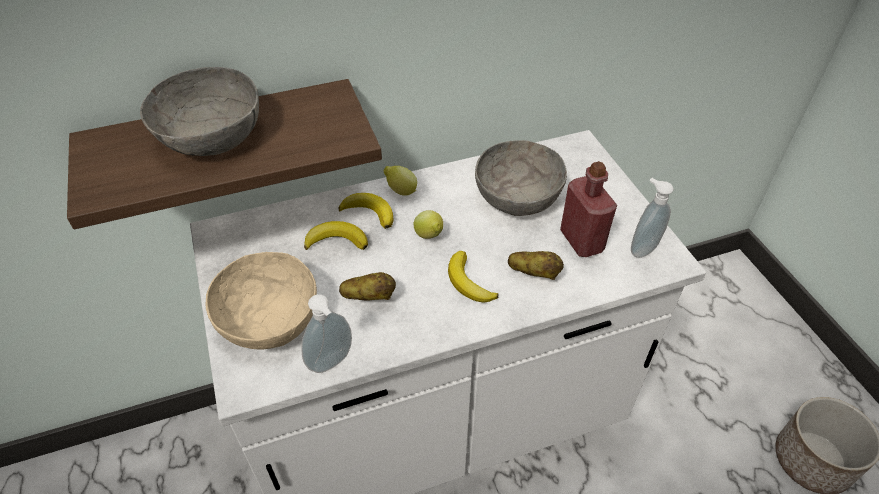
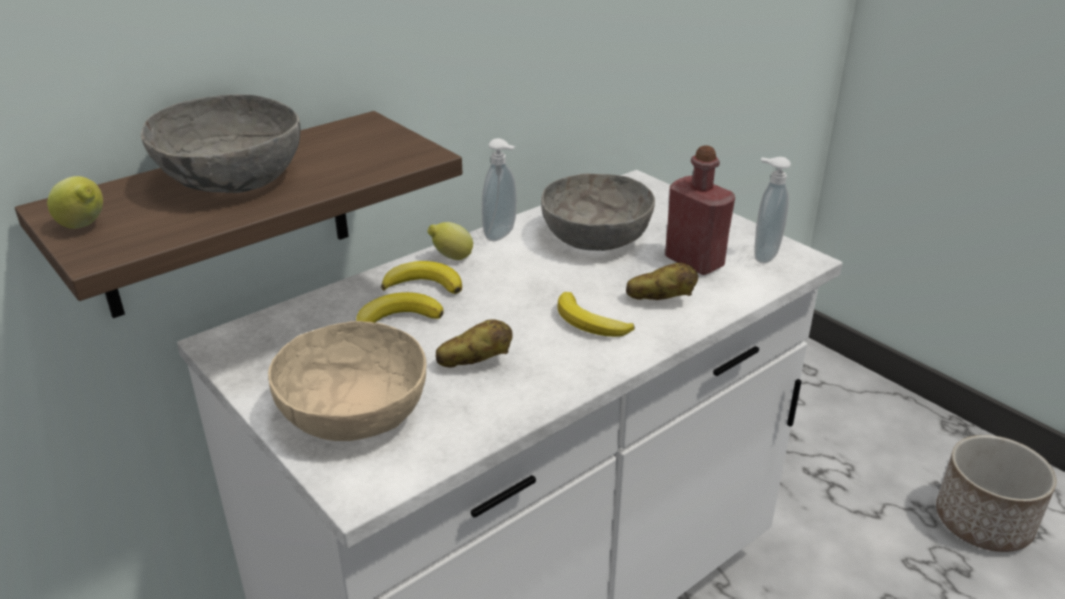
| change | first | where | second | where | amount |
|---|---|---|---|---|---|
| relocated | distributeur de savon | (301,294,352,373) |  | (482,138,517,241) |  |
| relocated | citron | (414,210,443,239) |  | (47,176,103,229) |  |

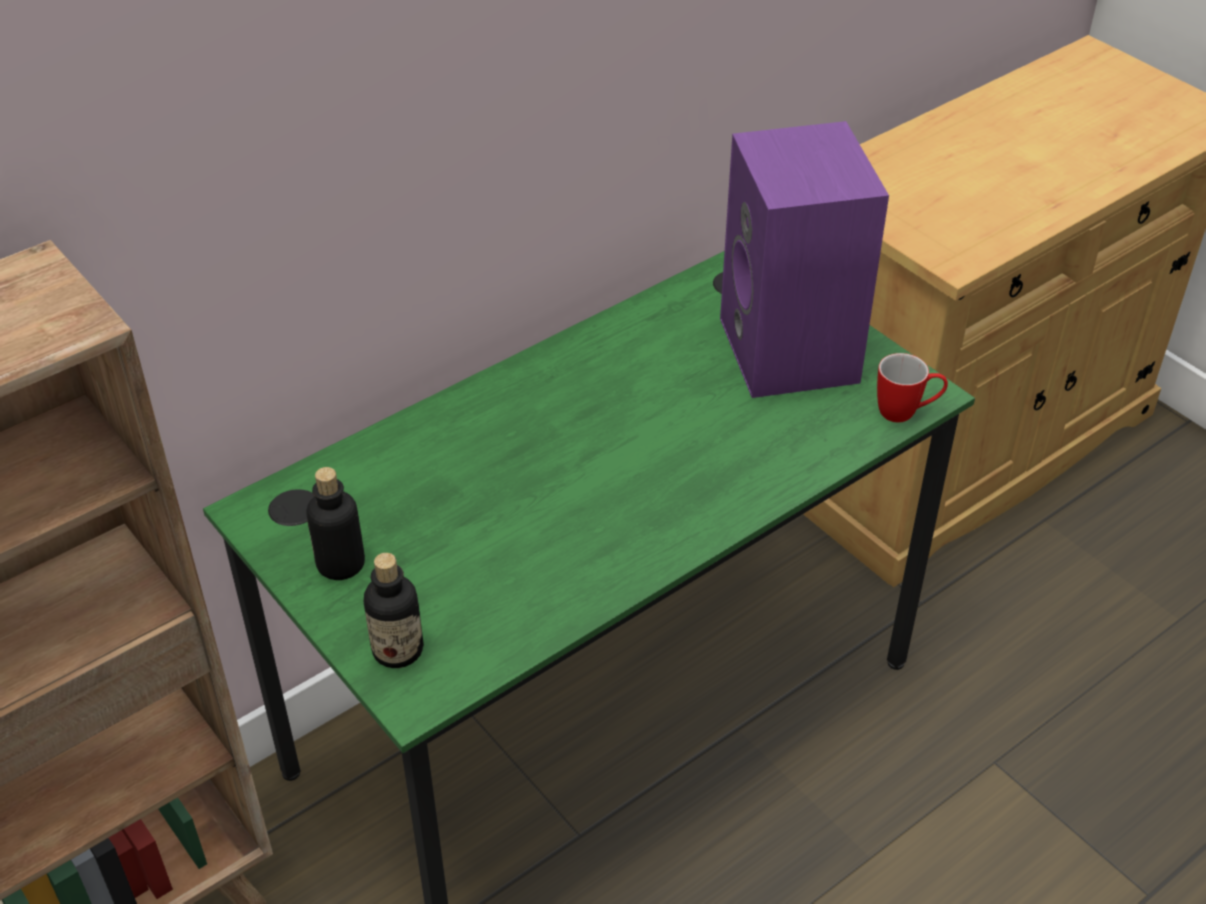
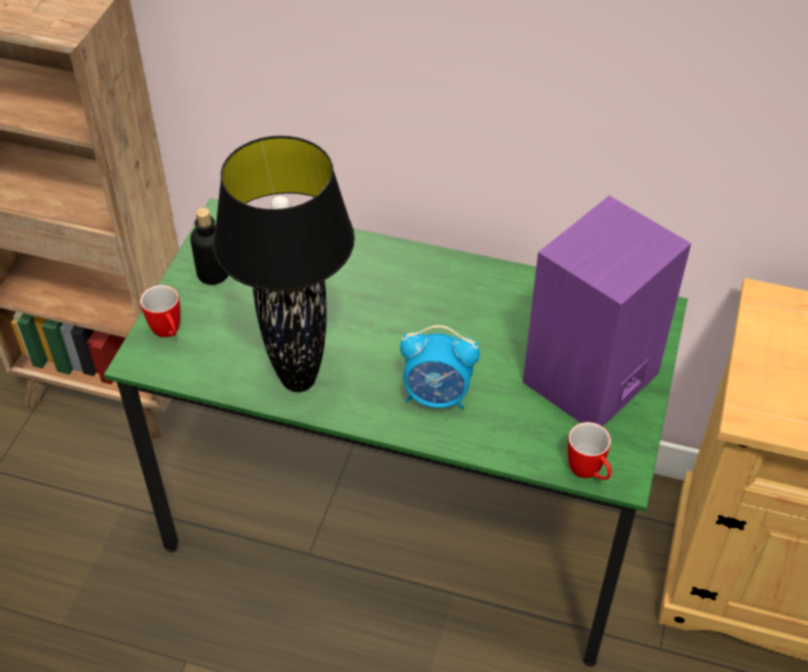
| change | first | where | second | where | amount |
|---|---|---|---|---|---|
| exchanged | bouteille | (363,553,424,668) | mug | (140,285,180,337) |  |
| appeared |  |  | lampe de table (noir) | (213,136,355,392) |  |
| appeared |  |  | réveil | (400,325,480,409) |  |

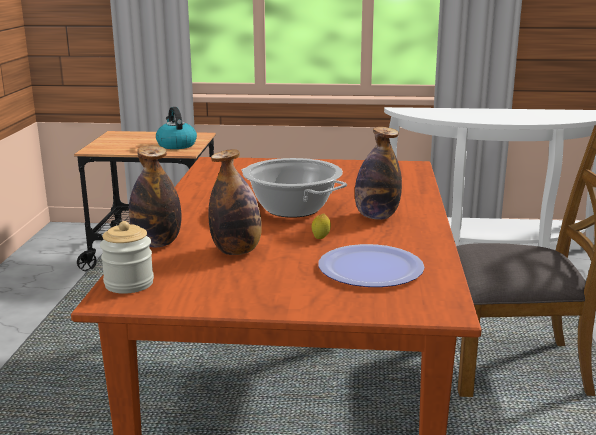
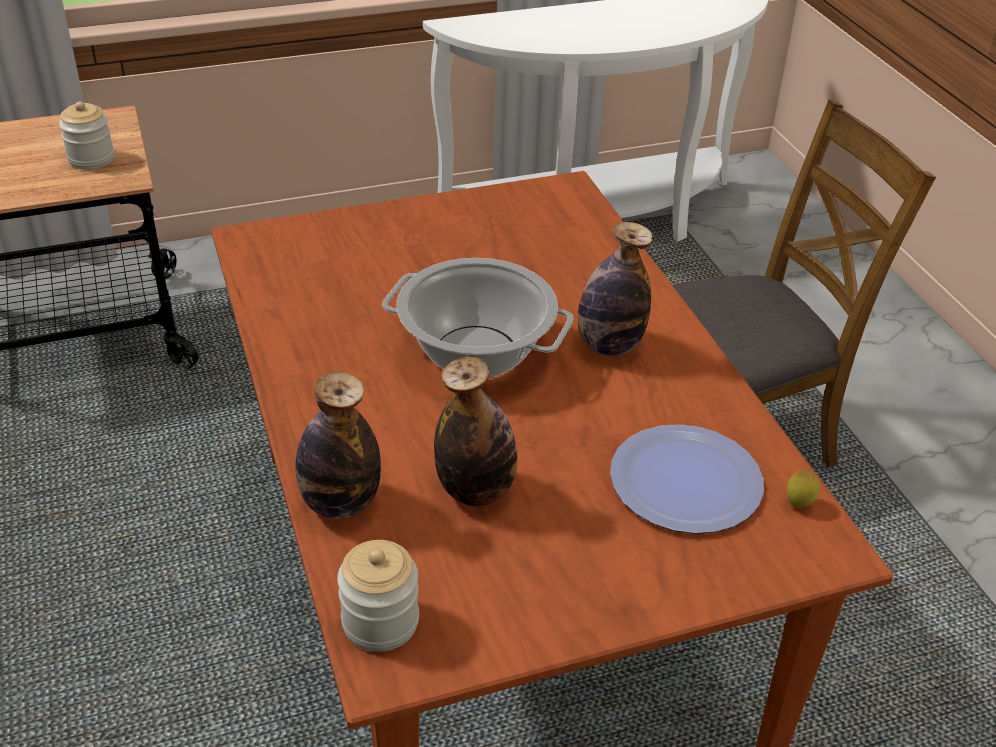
| change | first | where | second | where | amount |
|---|---|---|---|---|---|
| exchanged | bouilloire | (156,107,197,149) | bocal | (59,102,114,170) |  |
| relocated | citron | (312,214,331,239) |  | (787,470,820,508) |  |

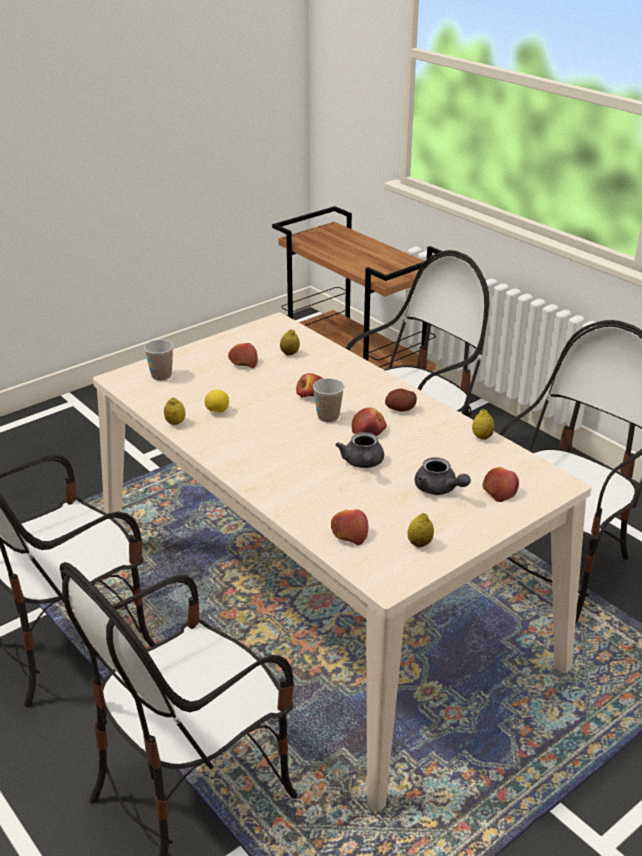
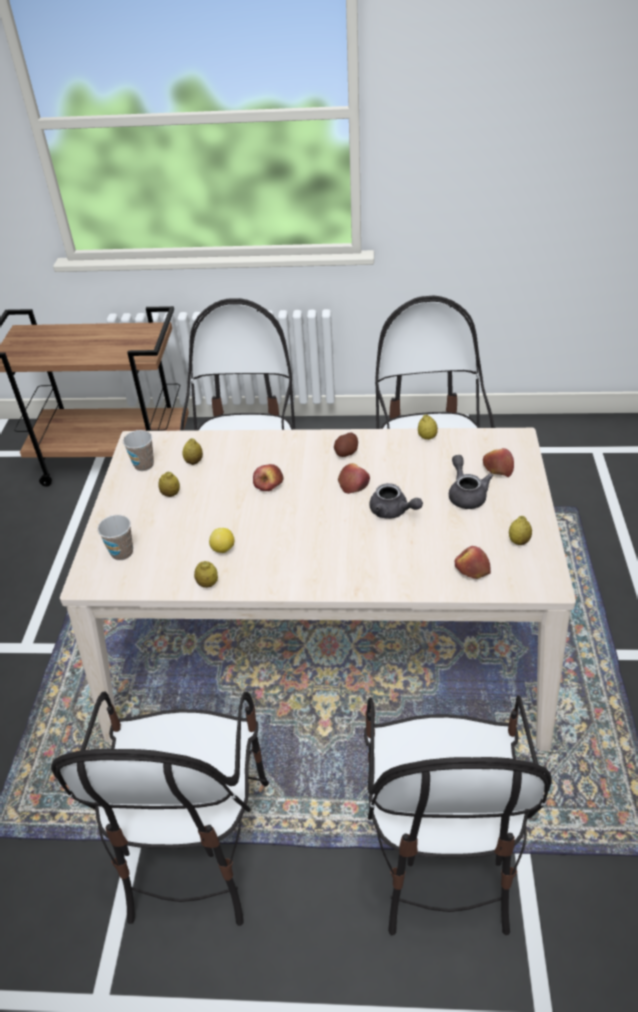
| change | first | where | second | where | amount |
|---|---|---|---|---|---|
| exchanged | pomme | (228,343,258,369) | citron | (158,472,180,497) |  |
| relocated | tasse | (313,378,345,423) |  | (123,430,154,471) |  |
| spun | théière (gris) | (415,457,471,495) |  | (449,455,493,509) | 105 degrees counterclockwise |

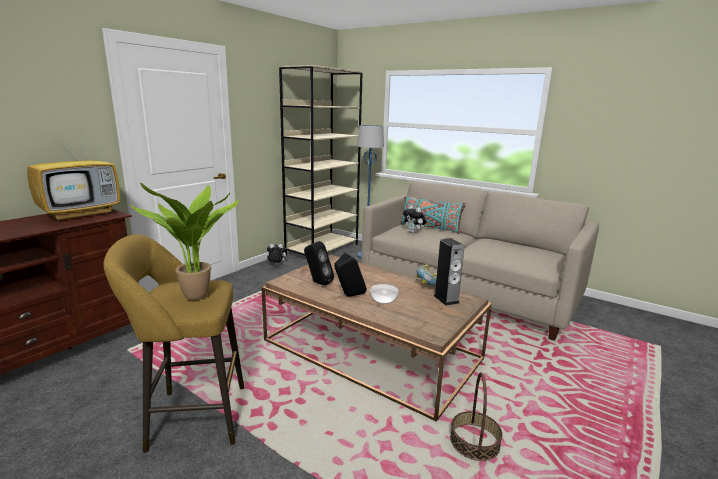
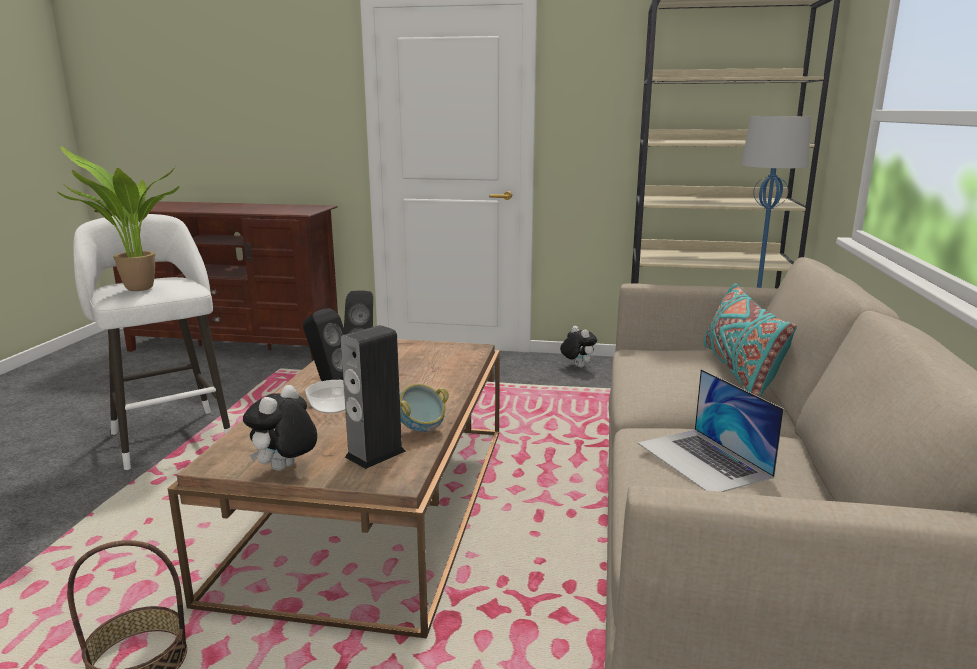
| change | first | where | second | where | amount |
|---|---|---|---|---|---|
| missing | téléviseur | (27,131,120,222) |  |  |  |
| colour | tabouret (jaune) | (103,234,244,453) | tabouret (blanc) | (73,214,231,470) |  |
| relocated | peluche | (403,205,427,233) |  | (243,385,317,471) |  |
| appeared |  |  | ordinateur portable | (638,369,784,492) |  |

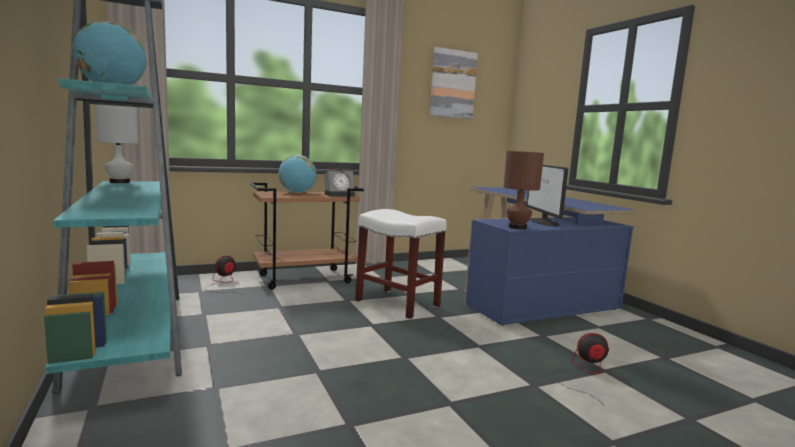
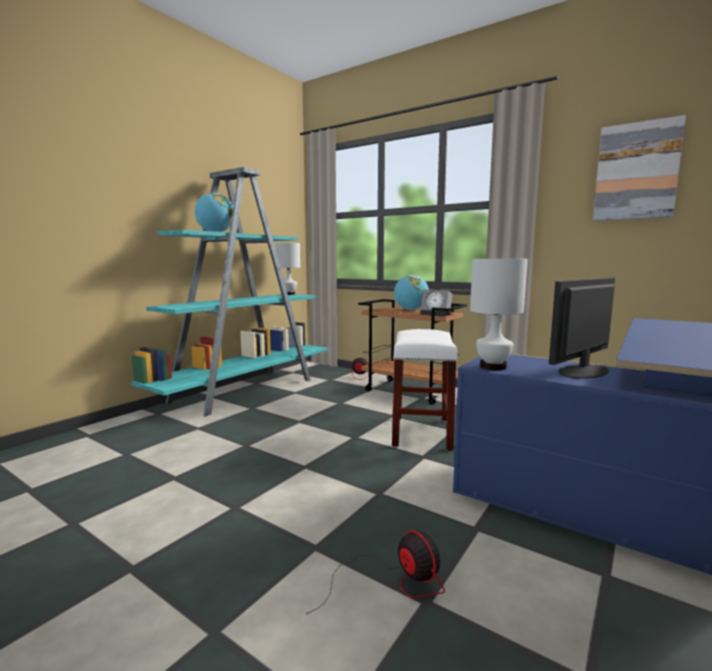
| change | first | where | second | where | amount |
|---|---|---|---|---|---|
| colour | lampe de table (marron) | (504,151,544,229) | lampe de table (blanc) | (470,259,528,370) |  |

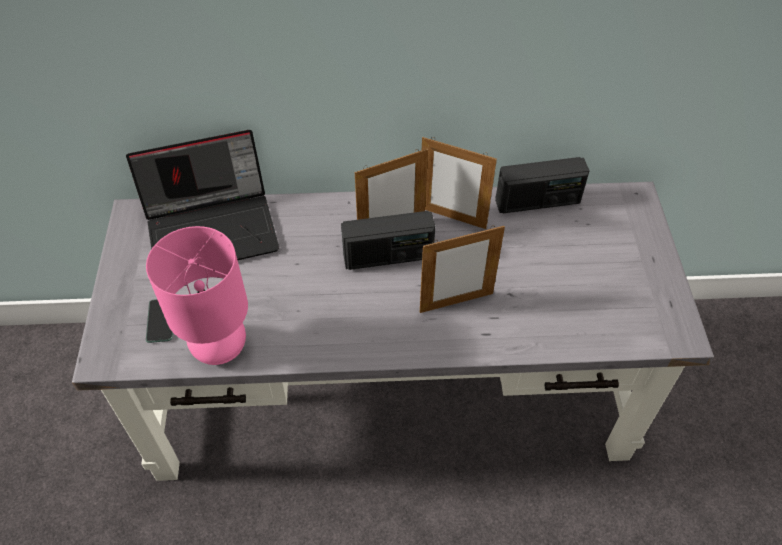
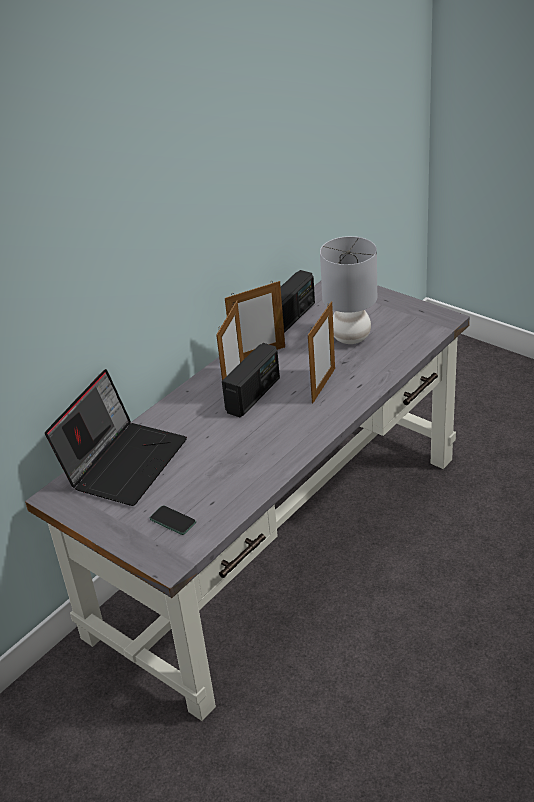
| change | first | where | second | where | amount |
|---|---|---|---|---|---|
| missing | lampe de table (rose) | (146,226,248,365) |  |  |  |
| appeared |  |  | lampe de table (gris) | (320,236,377,344) |  |

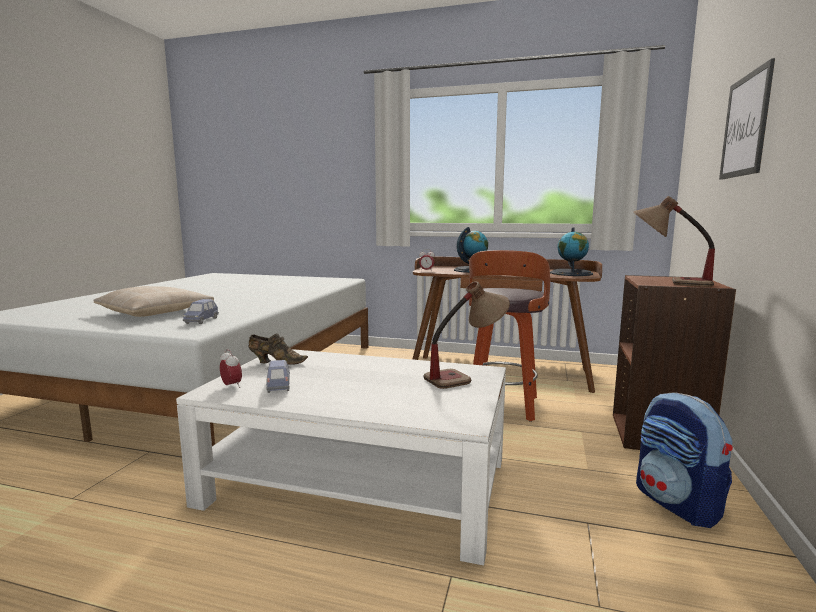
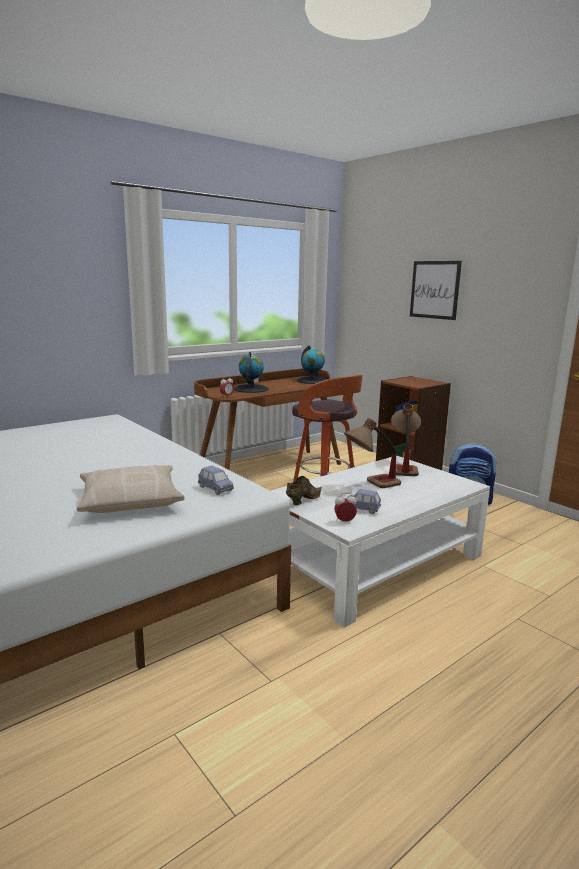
| change | first | where | second | where | amount |
|---|---|---|---|---|---|
| relocated | lampe de table | (633,196,715,287) |  | (344,418,401,488) |  |

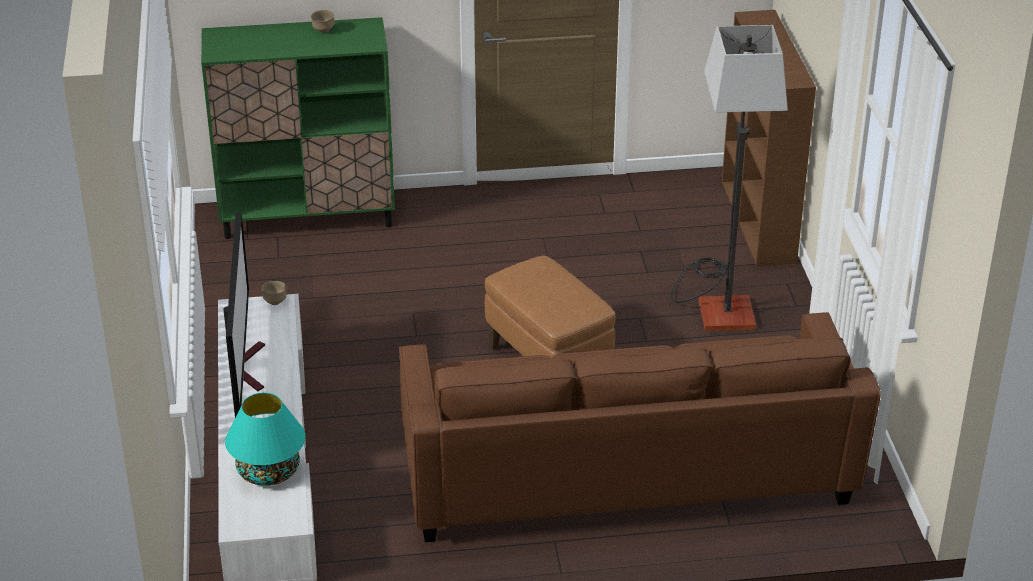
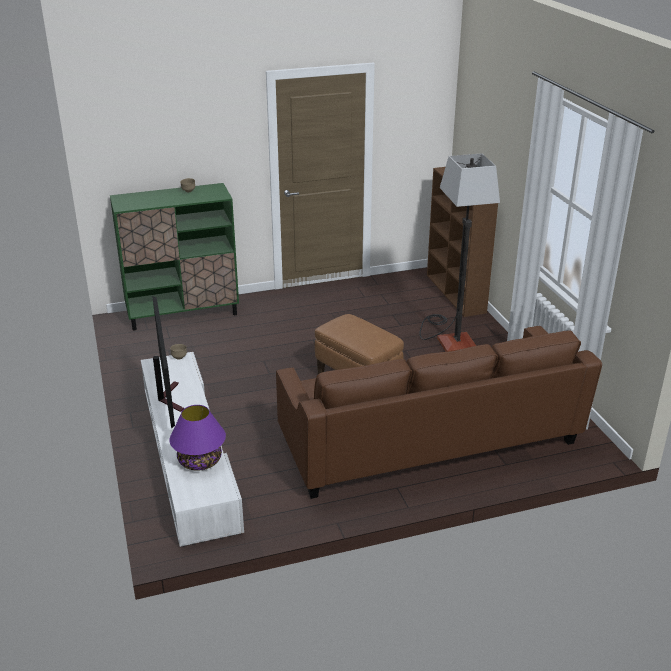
| change | first | where | second | where | amount |
|---|---|---|---|---|---|
| colour | lampe de table (turquoise) | (225,393,305,486) | lampe de table (violet) | (170,405,226,471) |  |

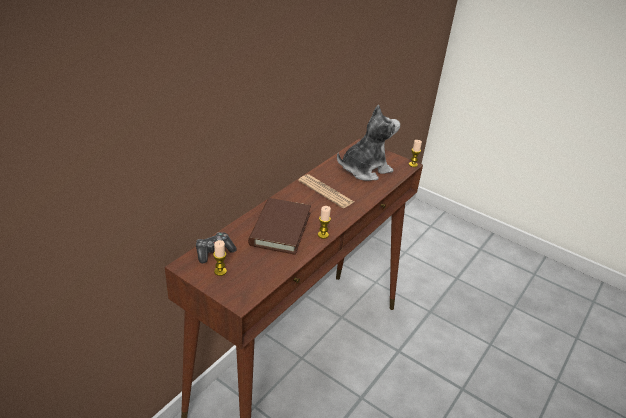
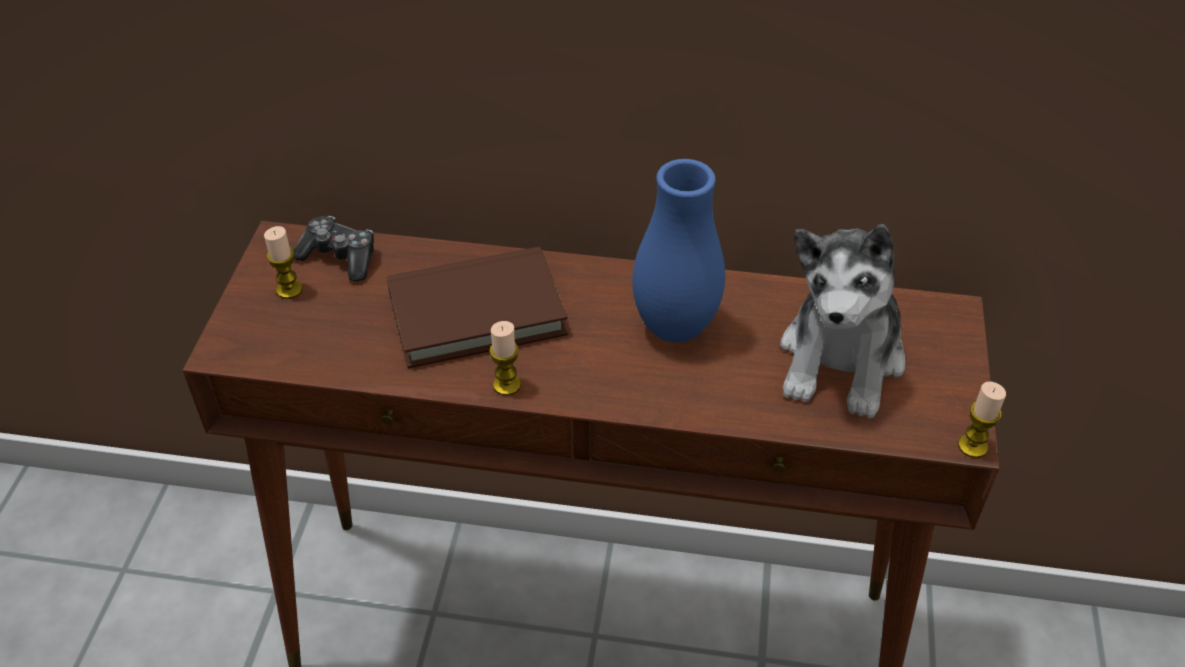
| change | first | where | second | where | amount |
|---|---|---|---|---|---|
| exchanged | journal | (298,174,354,208) | vase (bleu) | (632,159,725,342) |  |
| spun | peluche | (337,105,400,181) |  | (780,224,905,419) | 75 degrees clockwise |

